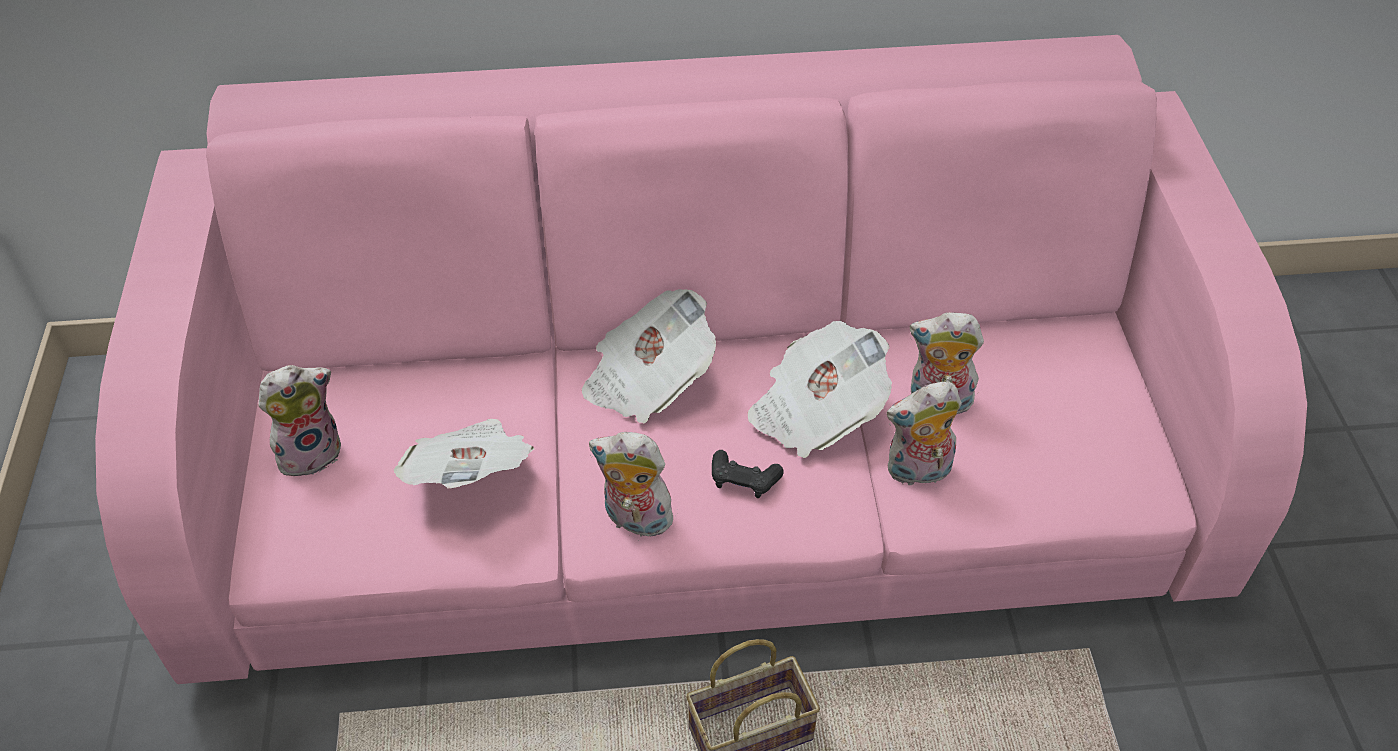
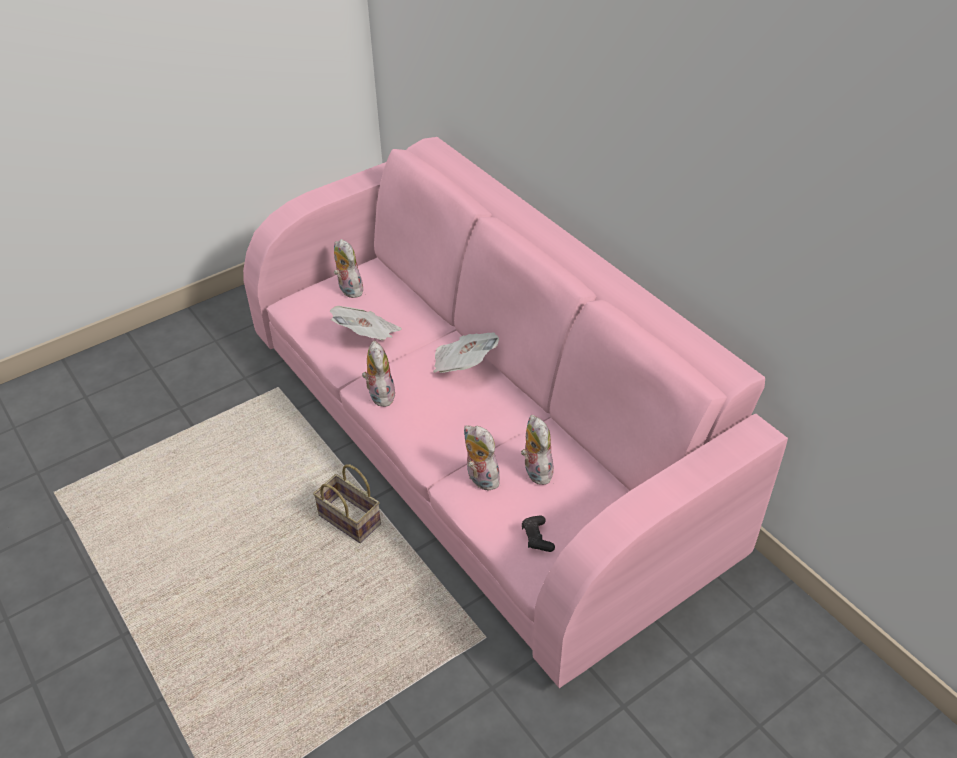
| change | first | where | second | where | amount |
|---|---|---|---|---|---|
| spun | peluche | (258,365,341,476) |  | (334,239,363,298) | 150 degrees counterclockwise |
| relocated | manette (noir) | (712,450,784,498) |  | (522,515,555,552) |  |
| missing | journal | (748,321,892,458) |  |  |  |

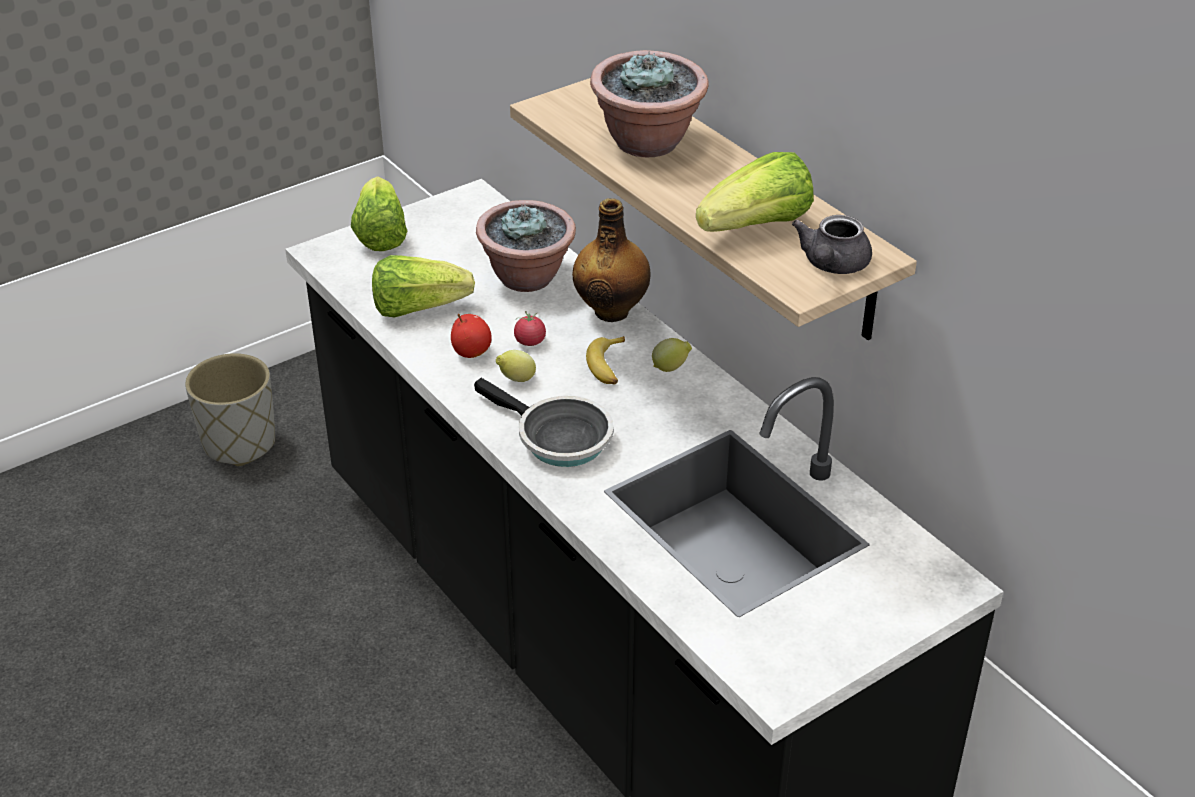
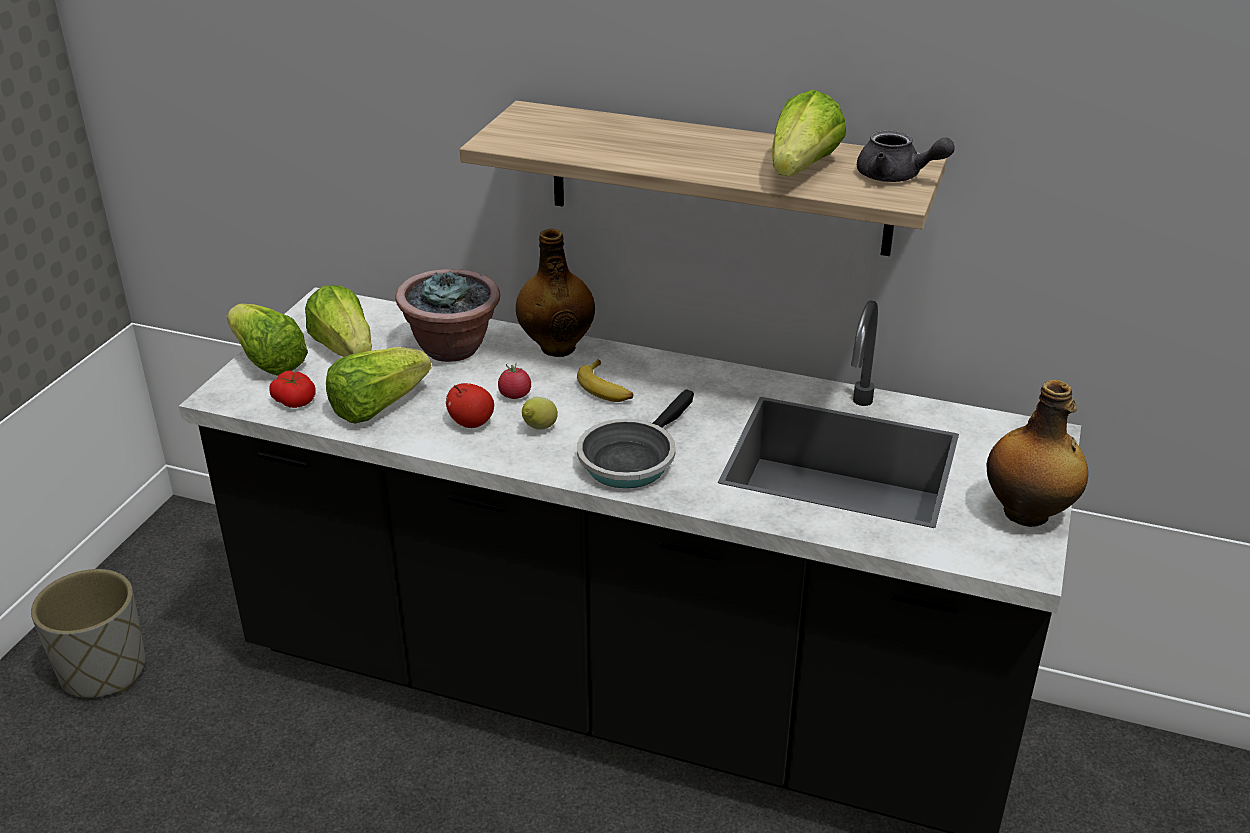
| change | first | where | second | where | amount |
|---|---|---|---|---|---|
| spun | poêle | (474,378,614,467) |  | (577,389,694,488) | 120 degrees clockwise |
| missing | plante en pot | (590,50,709,157) |  |  |  |
| missing | citron | (652,338,692,372) |  |  |  |
| spun | théière (gris) | (792,215,872,274) |  | (857,130,955,182) | 45 degrees counterclockwise |
| appeared |  |  | tomate | (269,371,316,408) |  |
| appeared |  |  | laitue | (305,285,372,357) |  |
| appeared |  |  | bouteille | (986,380,1088,527) |  |

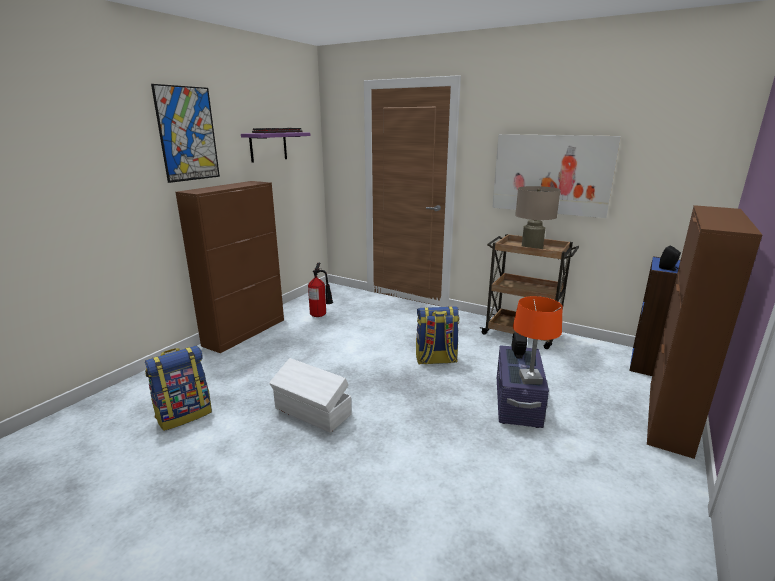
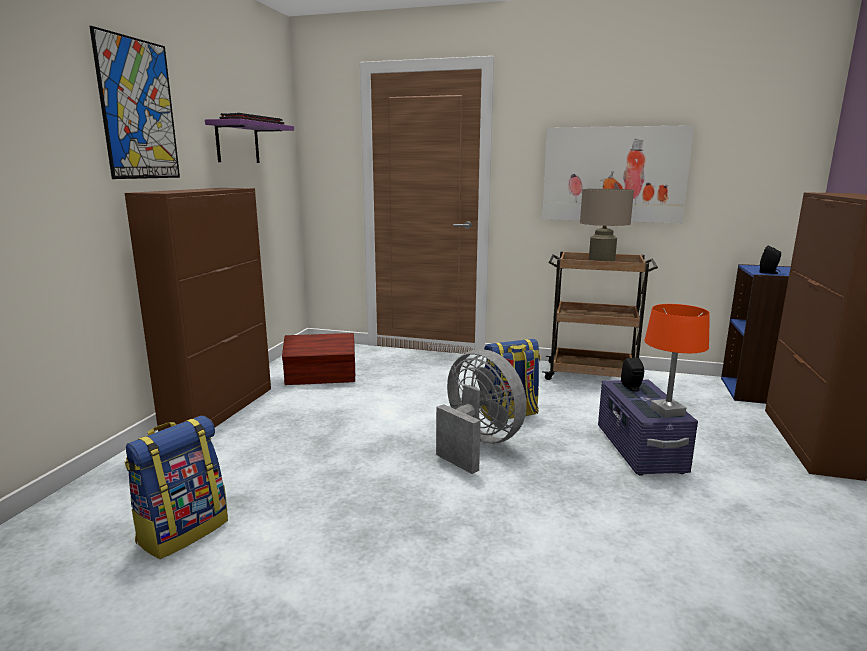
| change | first | where | second | where | amount |
|---|---|---|---|---|---|
| missing | boîte de rangement (blanc) | (269,358,352,433) |  |  |  |
| exchanged | extincteur | (308,263,333,317) | boîte de rangement (marron) | (282,333,355,385) |  |
| appeared |  |  | ventilateur (gris) | (436,350,527,474) |  |

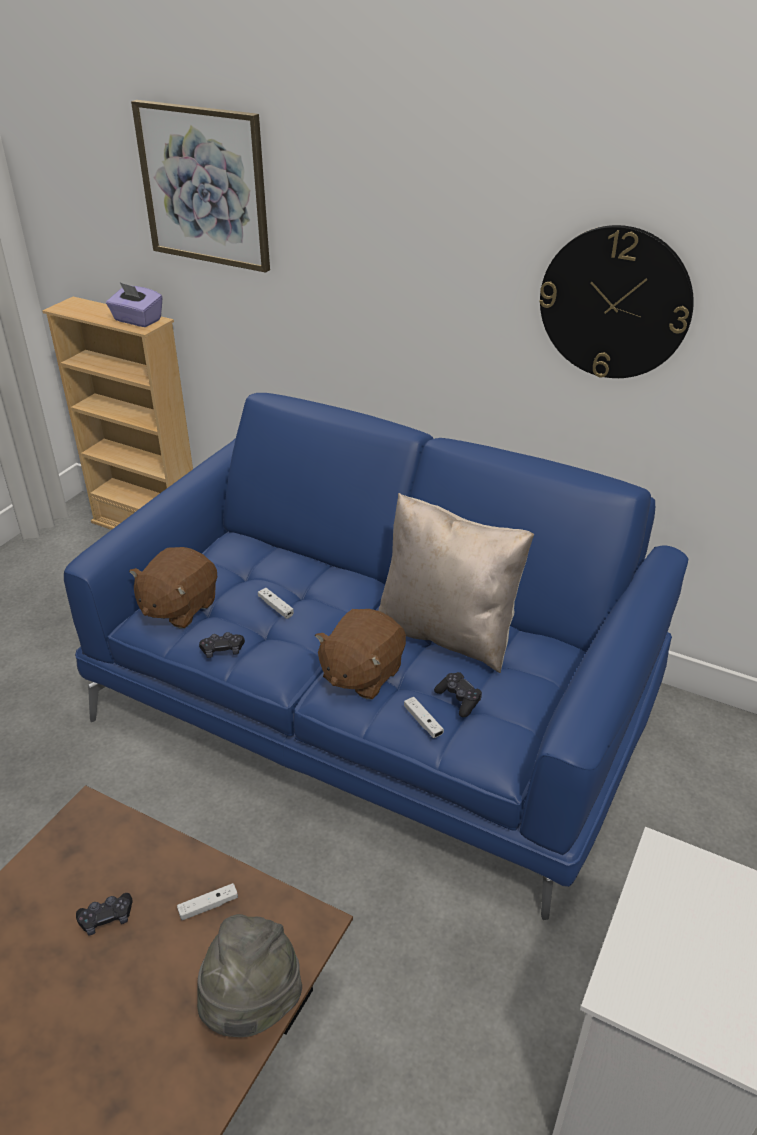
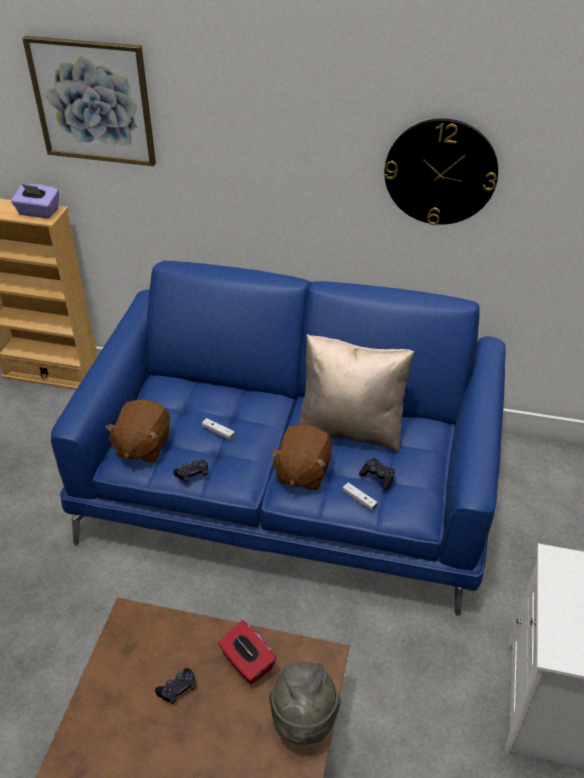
| change | first | where | second | where | amount |
|---|---|---|---|---|---|
| exchanged | manette (blanc) | (177,883,238,920) | boîte à mouchoirs (rouge) | (218,621,276,684) |  |

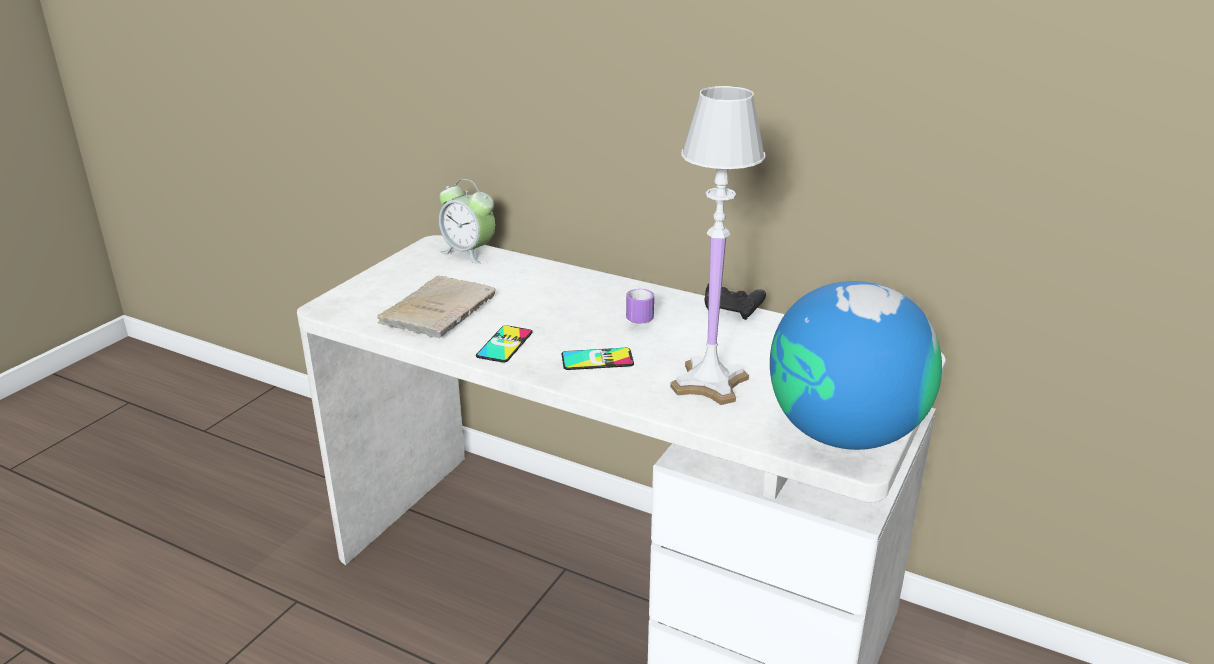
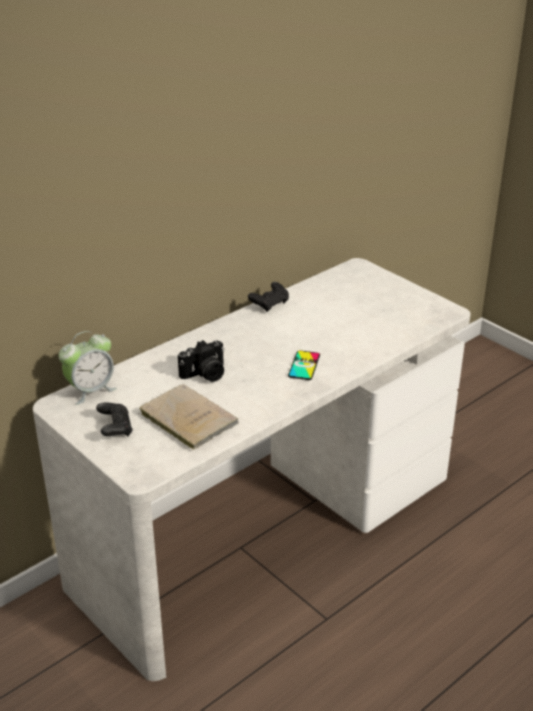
| change | first | where | second | where | amount |
|---|---|---|---|---|---|
| missing | téléphone | (476,325,533,363) |  |  |  |
| missing | mug | (626,289,654,324) |  |  |  |
| missing | lampe de table (blanc) | (670,86,765,405) |  |  |  |
| missing | globe | (770,281,942,450) |  |  |  |
| appeared |  |  | manette (noir) | (96,403,133,436) |  |
| appeared |  |  | appareil photo | (178,340,225,382) |  |

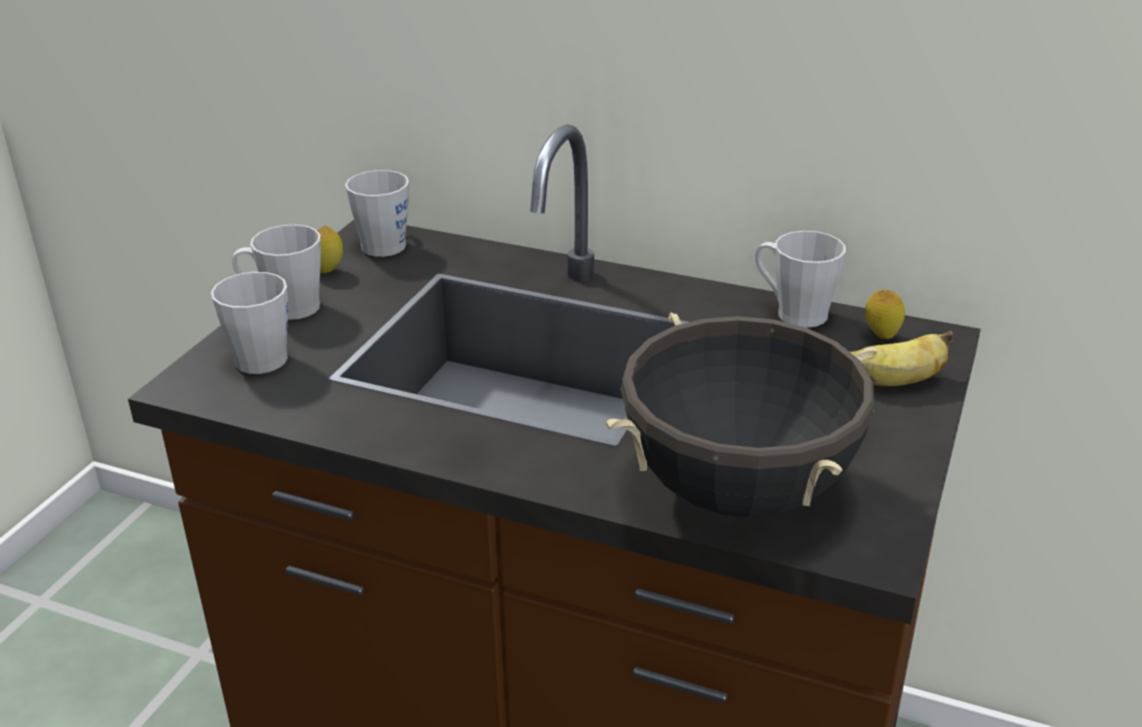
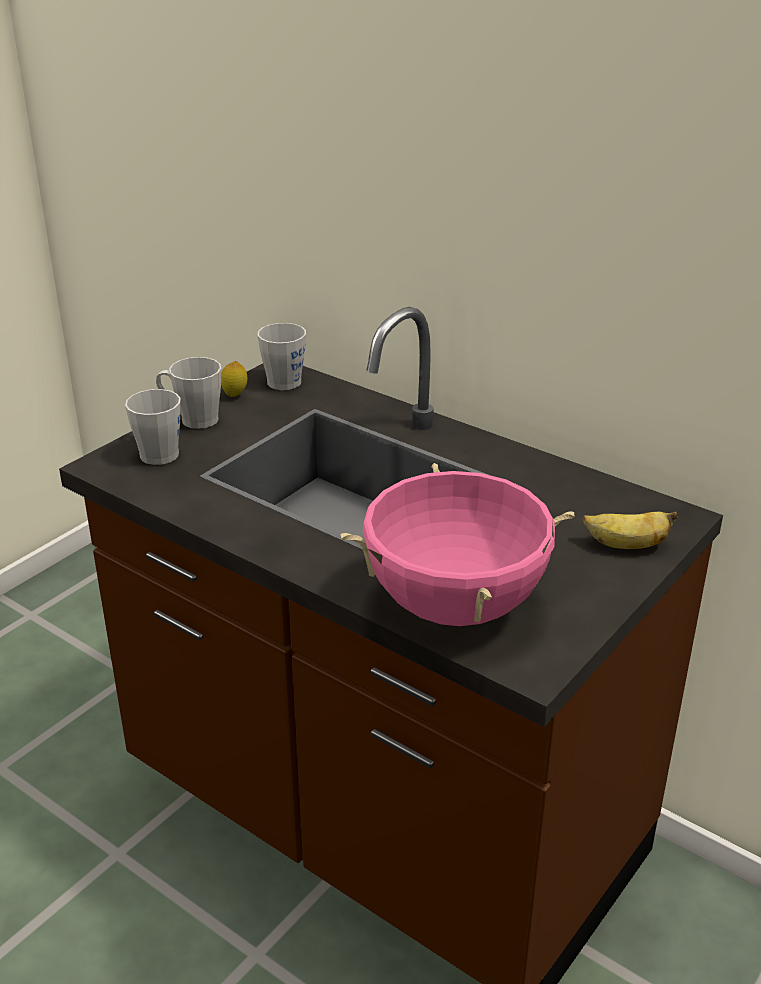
| change | first | where | second | where | amount |
|---|---|---|---|---|---|
| colour | marmite (noir) | (606,313,877,518) | marmite (rose) | (340,463,575,626) |  |
| missing | mug (gris) | (755,231,846,328) |  |  |  |
| missing | citron | (865,290,905,339) |  |  |  |

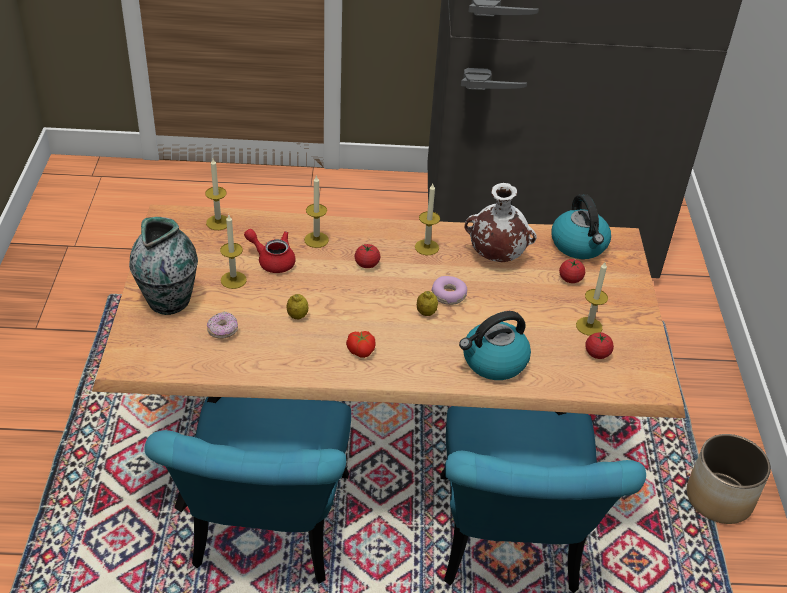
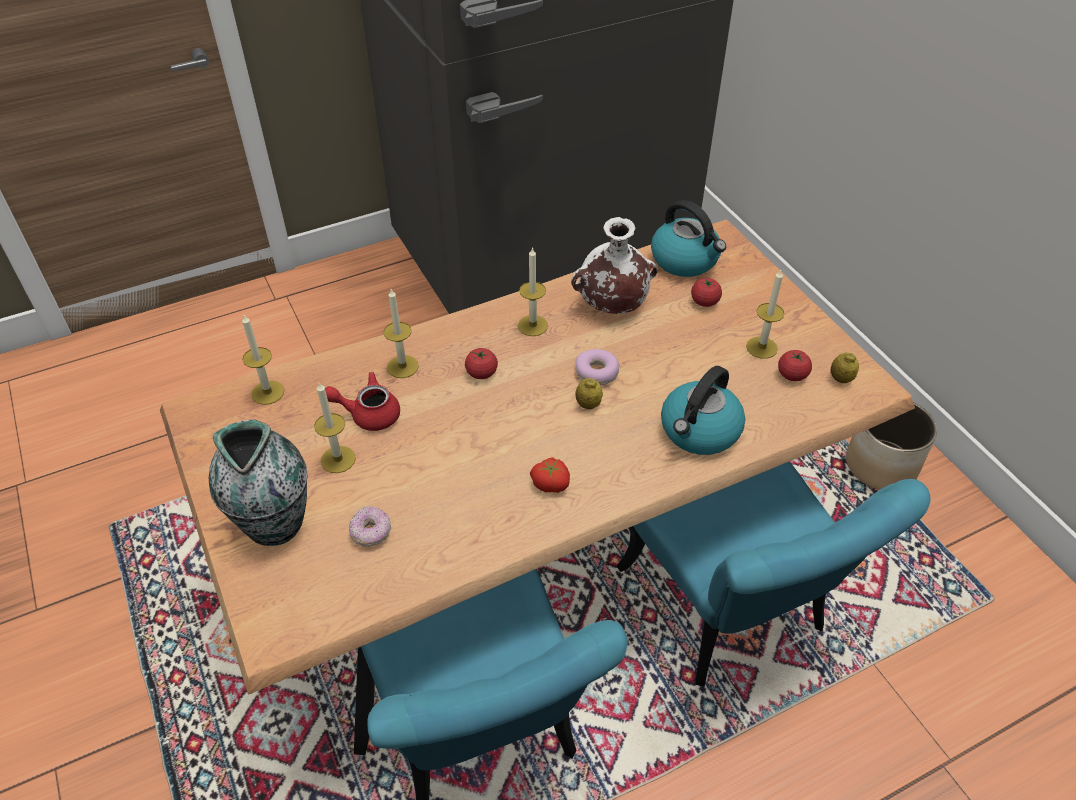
| change | first | where | second | where | amount |
|---|---|---|---|---|---|
| relocated | citron | (287,294,308,319) |  | (831,352,859,383) |  |

